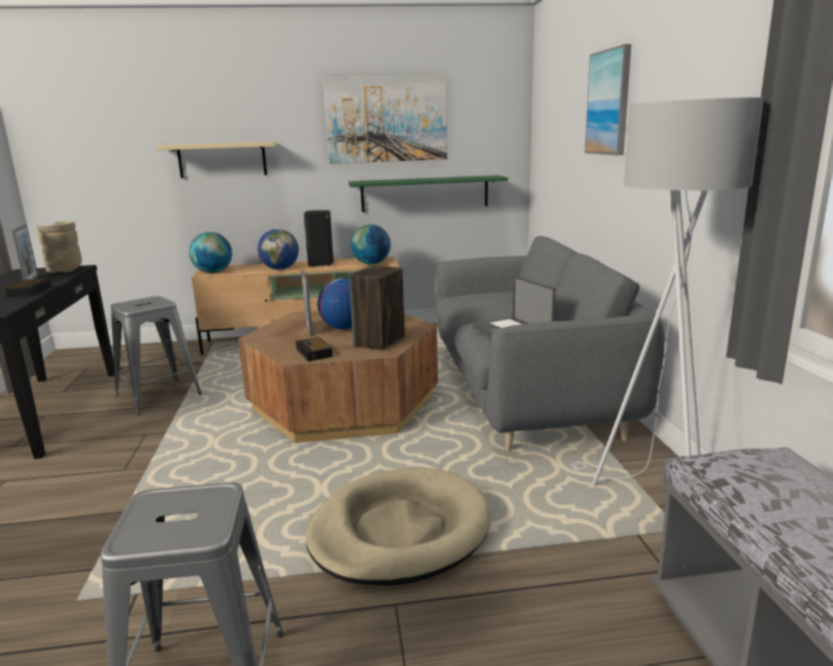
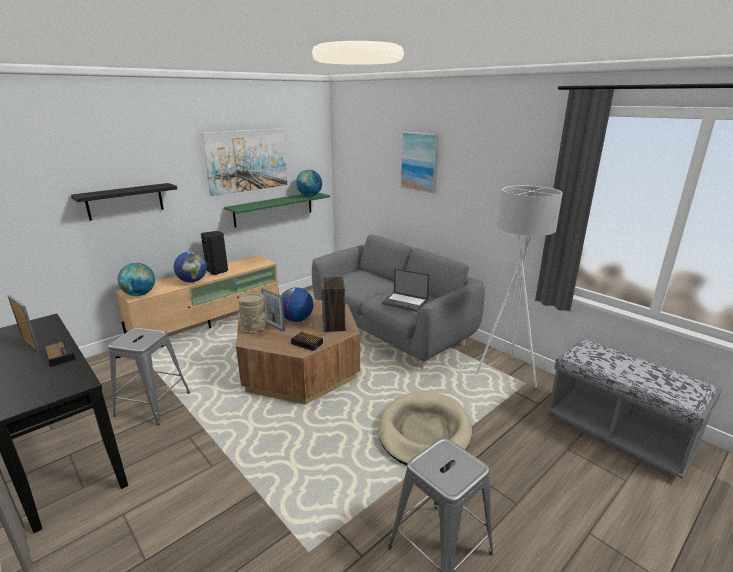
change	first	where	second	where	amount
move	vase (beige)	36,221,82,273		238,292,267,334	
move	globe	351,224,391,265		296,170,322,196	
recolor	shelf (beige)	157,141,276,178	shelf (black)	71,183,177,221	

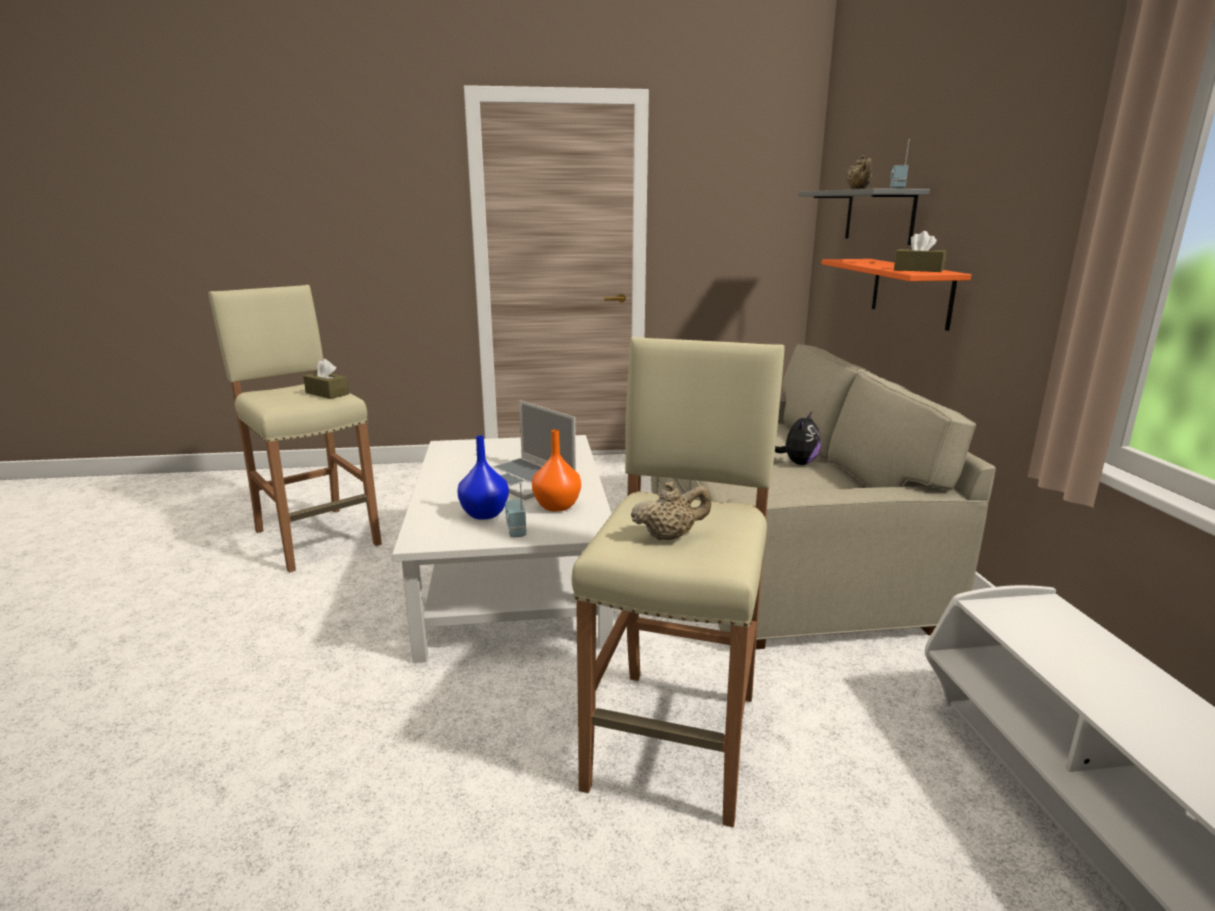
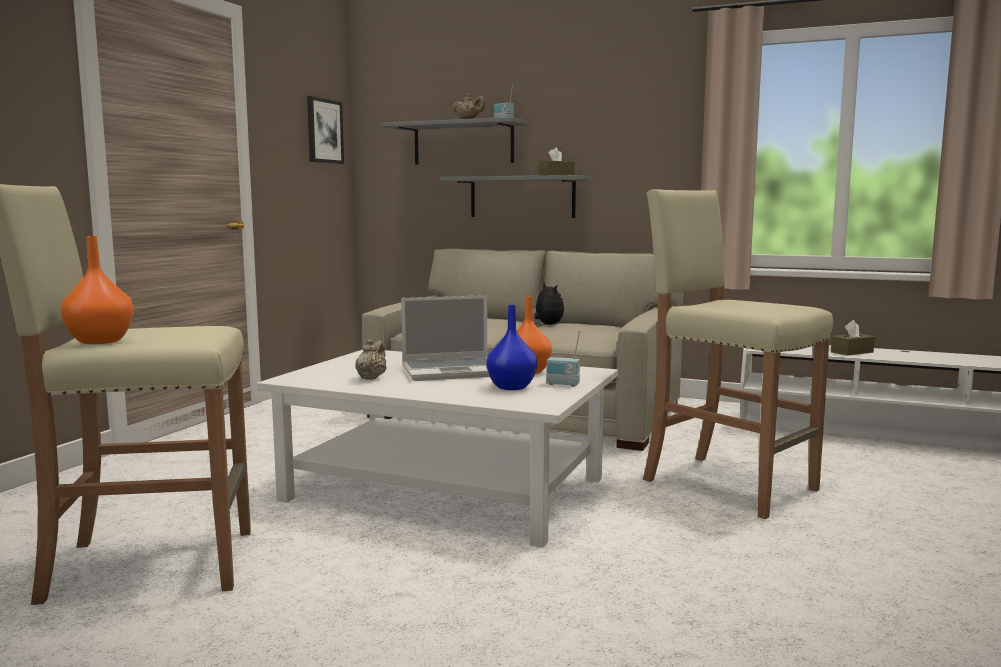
change	first	where	second	where	amount
insert			vase (orange)	61,236,133,344	
insert			picture	307,96,344,164	
move	tissue box (brown)	303,359,349,399		831,320,875,355	
move	teapot (beige)	631,481,711,540		355,339,387,380	
recolor	shelf (orange)	821,259,971,331	shelf (grey)	440,175,591,218	

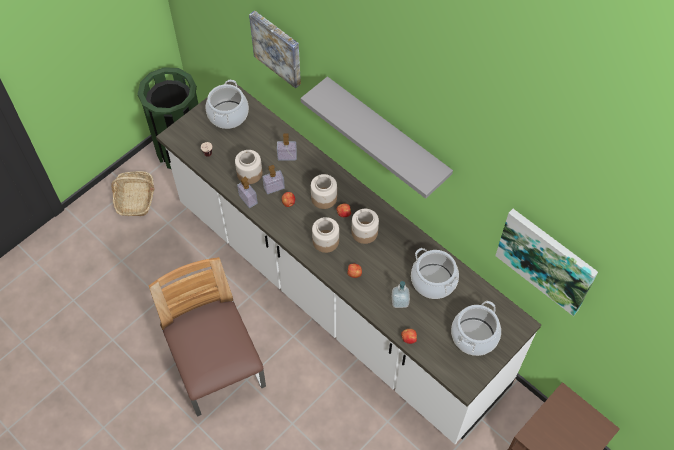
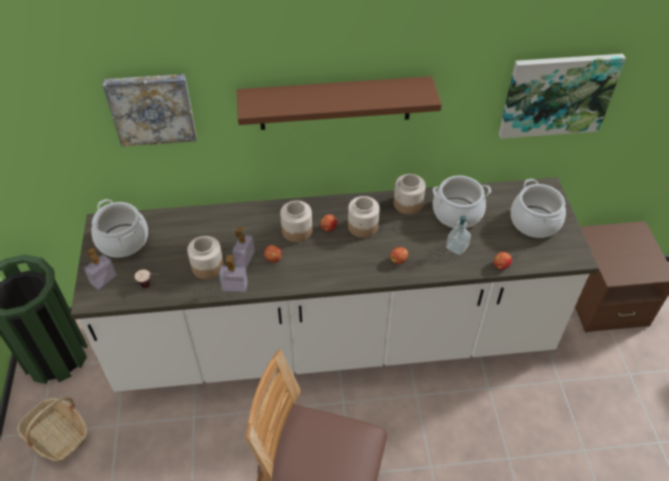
change	first	where	second	where	amount
move	soap dispenser	277,134,297,160		84,248,117,290	
move	jar	312,217,339,253		394,174,426,214	
recolor	shelf (grey)	301,76,453,199	shelf (brown)	237,76,442,130	

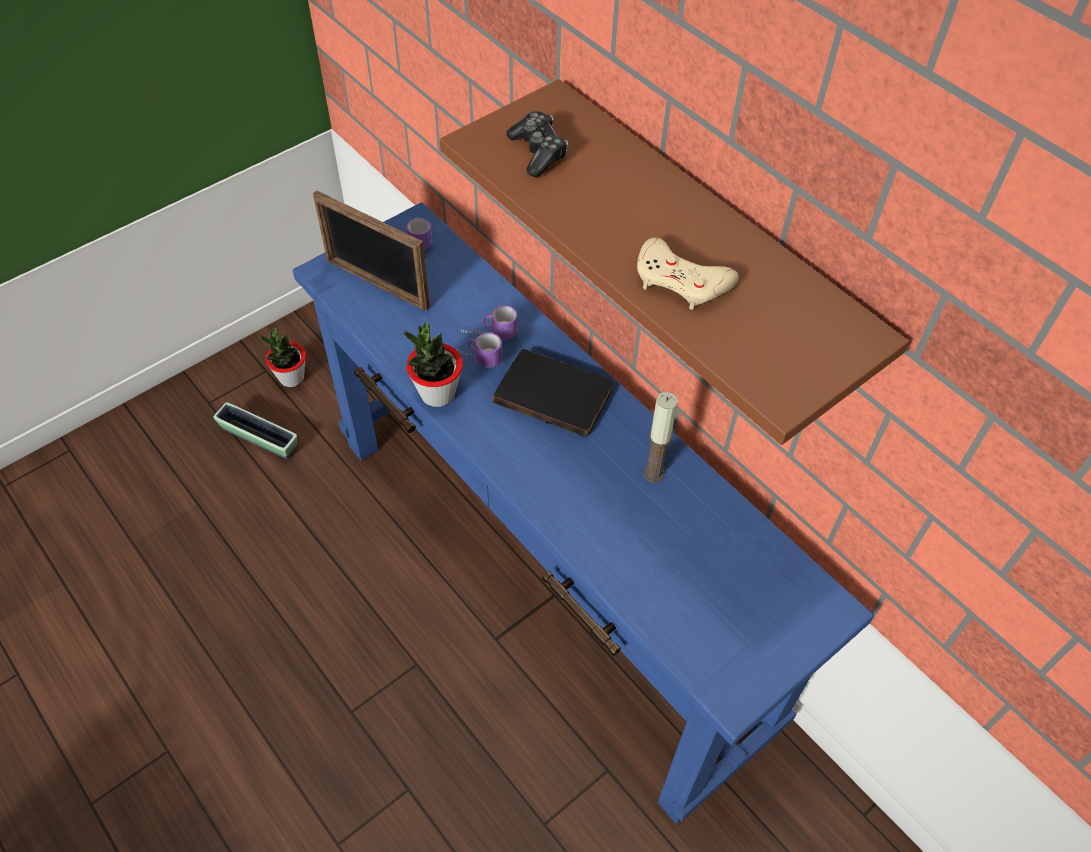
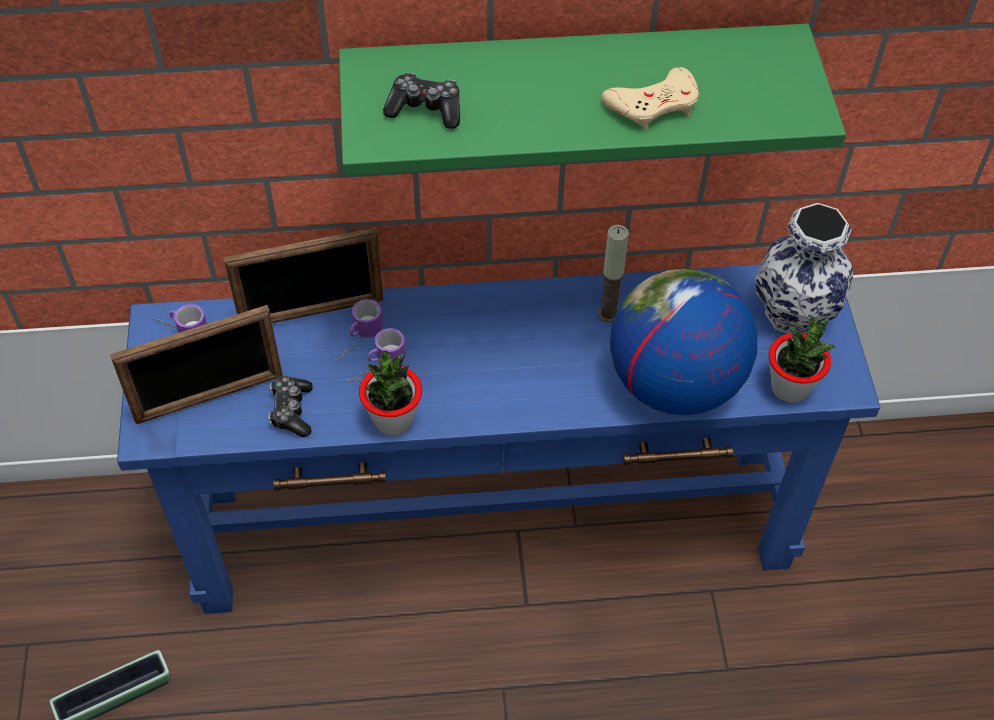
change	first	where	second	where	amount
delete	book (black)	492,349,612,438			
insert			picture frame	224,227,383,323	
insert			game controller	268,376,313,437	
insert			globe	610,269,757,415	
insert			vase	755,203,853,334	
move	potted plant	259,328,306,387		769,317,835,403	
recolor	shelf (brown)	440,79,909,445	shelf (green)	339,24,846,176	

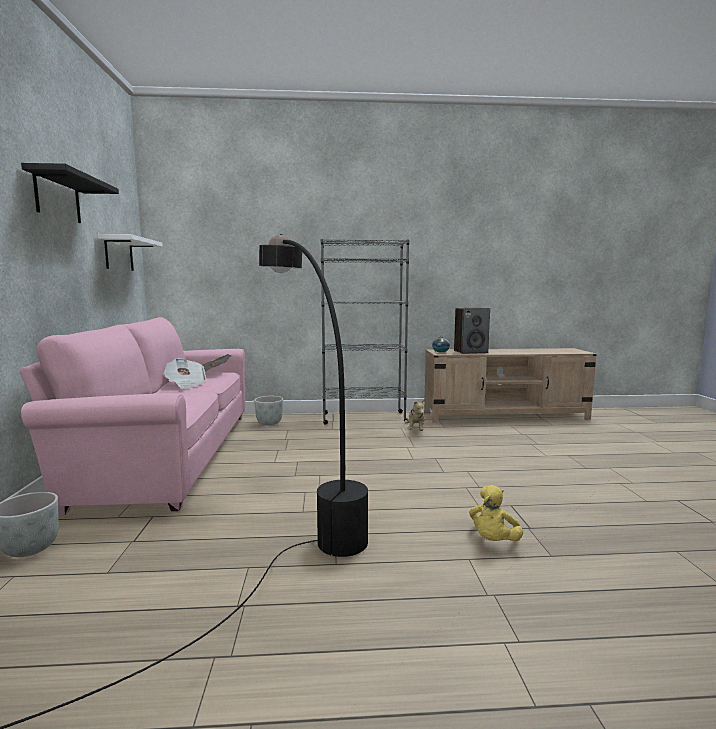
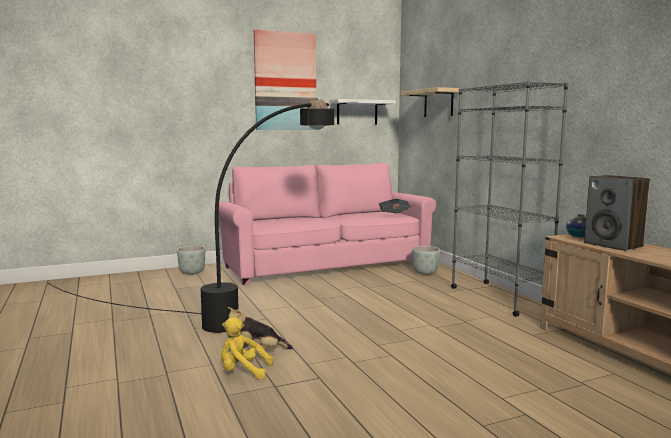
change	first	where	second	where	amount
delete	newspaper	163,358,206,389			
insert			shelf (beige)	401,87,459,117	
move	plush toy	404,400,425,431		228,307,293,349	
replace	shelf (black)	21,163,119,223	picture	254,29,316,130	

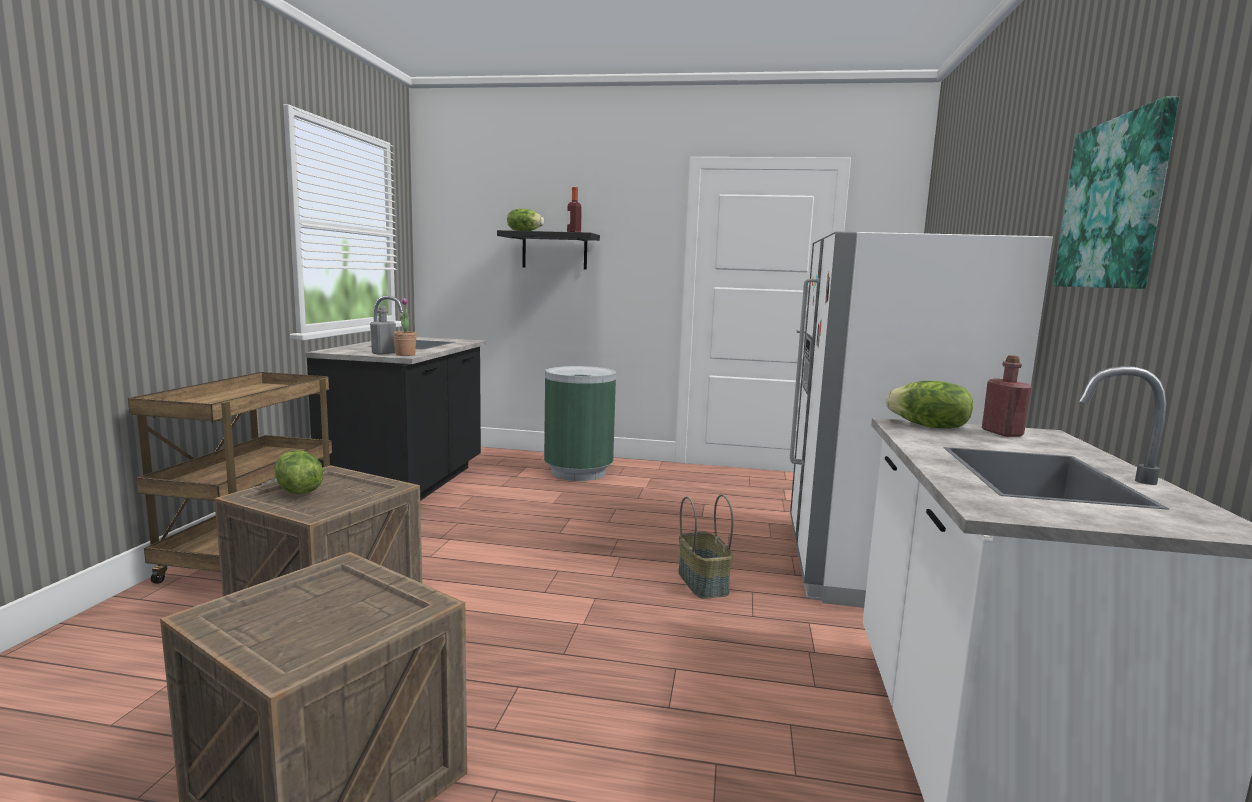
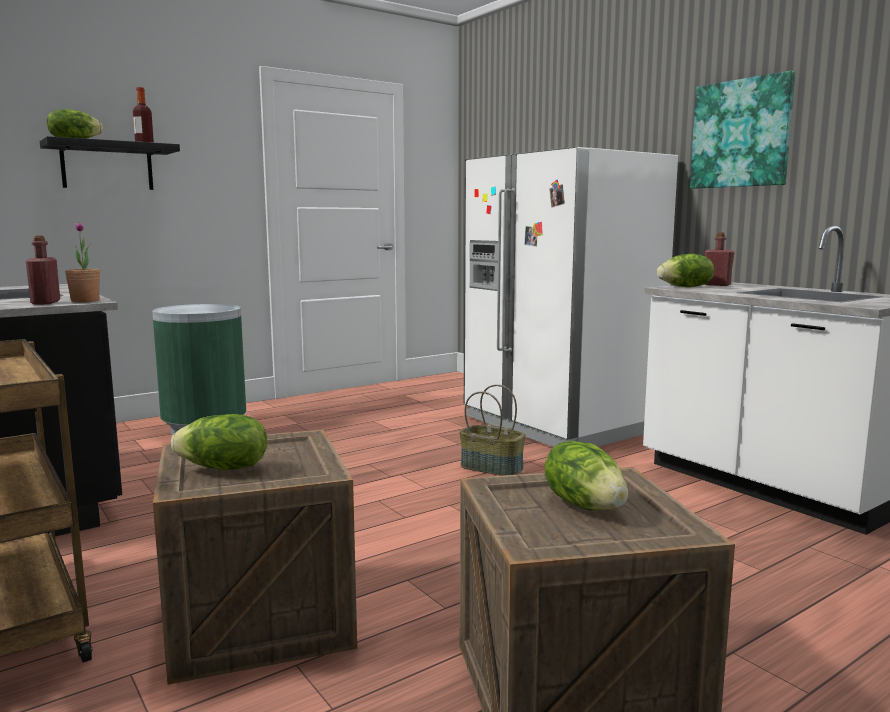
change	first	where	second	where	amount
insert			lettuce	545,441,628,511	
recolor	bottle (grey)	370,306,396,355	bottle (red)	26,236,60,305	

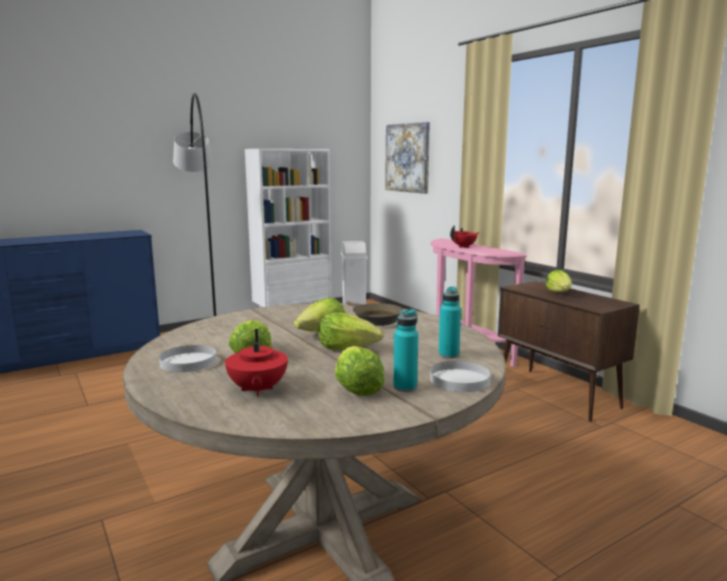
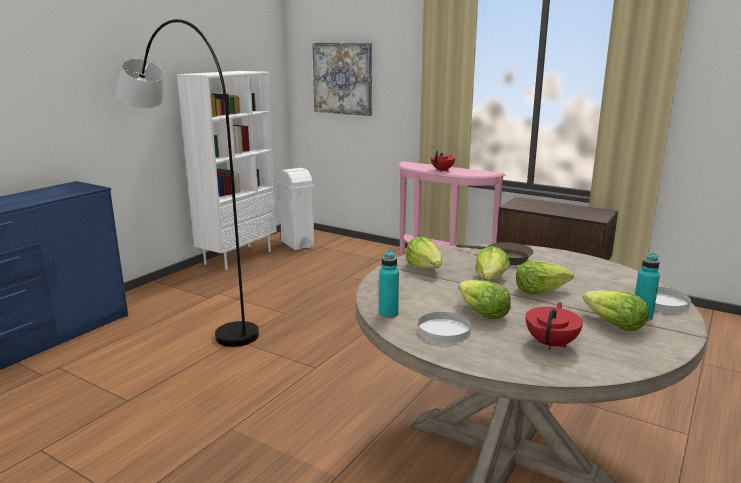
change	first	where	second	where	amount
move	bottle (turquoise)	439,287,461,359		379,251,399,318	
move	lettuce	546,270,572,292		406,237,442,269	
rotate	teapot (red)	225,329,288,397		526,302,583,350	120 degrees counterclockwise

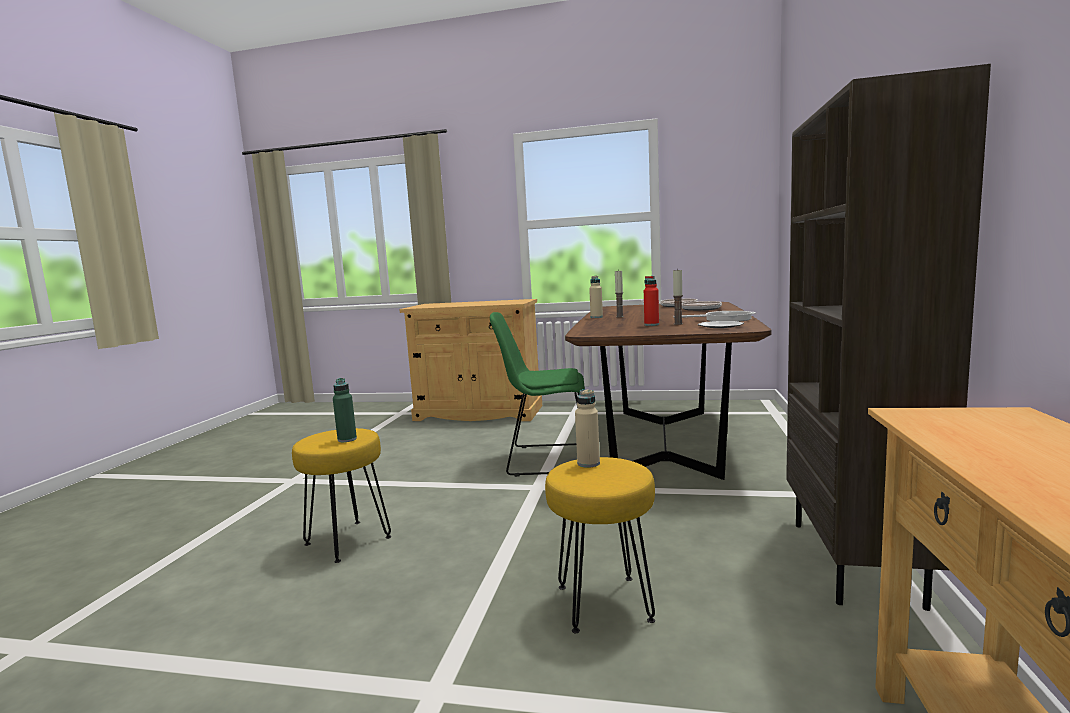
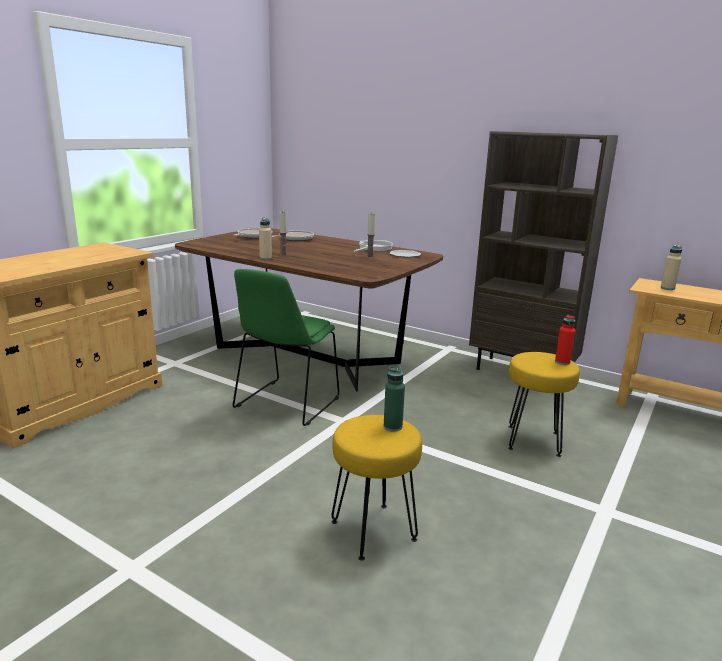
change	first	where	second	where	amount
move	bottle (beige)	575,389,600,468		661,245,682,290	
move	bottle (red)	644,276,659,326		555,315,575,365	

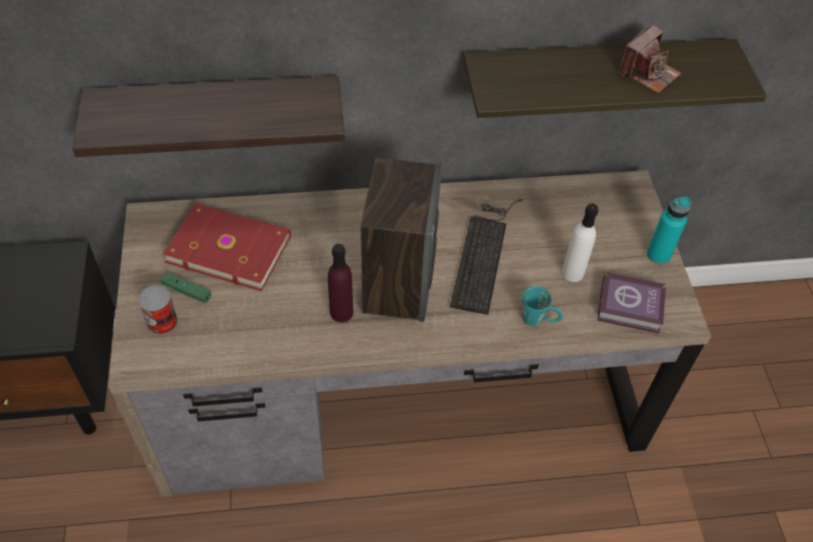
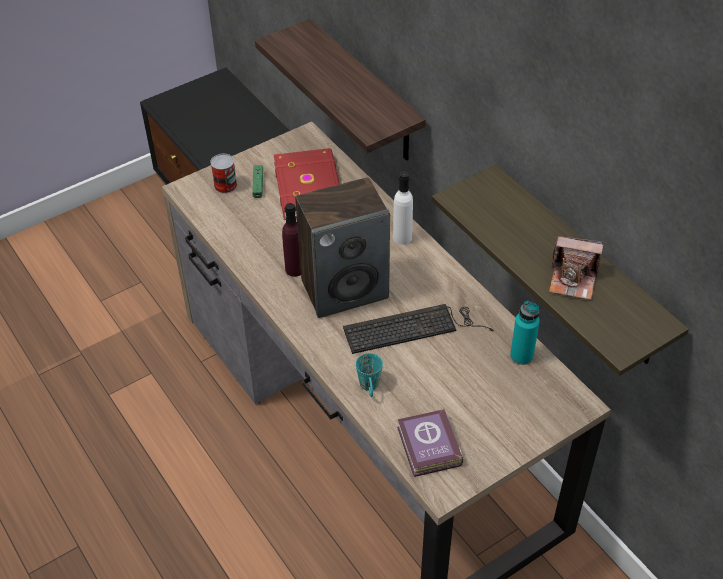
change	first	where	second	where	amount
move	bottle (white)	562,203,599,282		393,171,413,245	
move	bottle (turquoise)	647,197,692,264		510,300,540,365	

